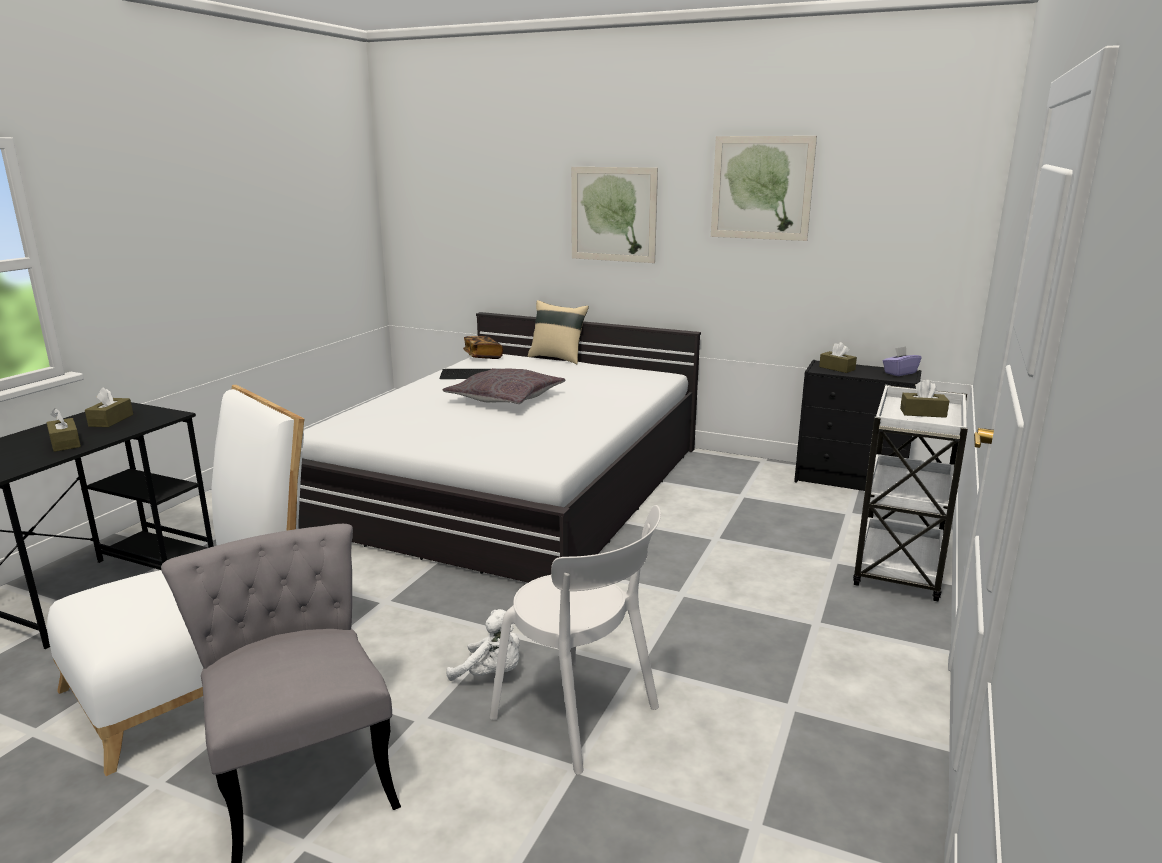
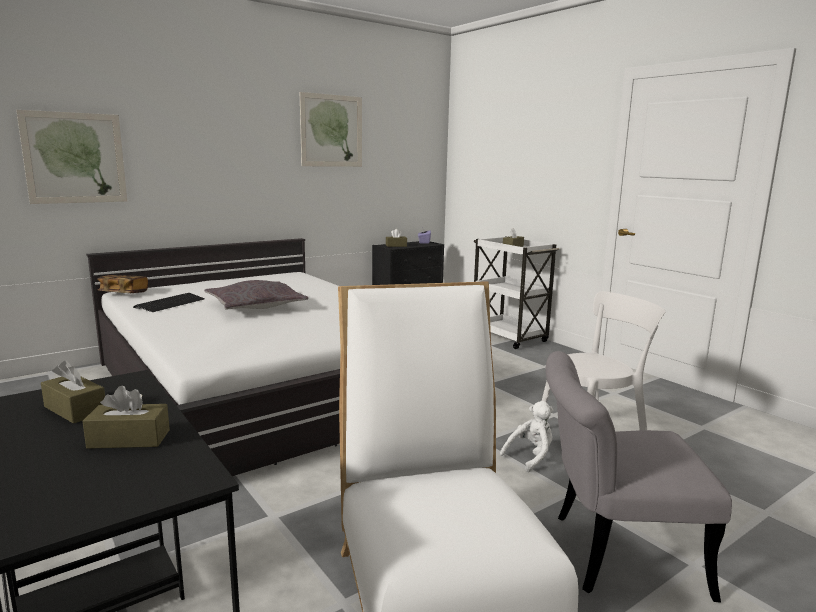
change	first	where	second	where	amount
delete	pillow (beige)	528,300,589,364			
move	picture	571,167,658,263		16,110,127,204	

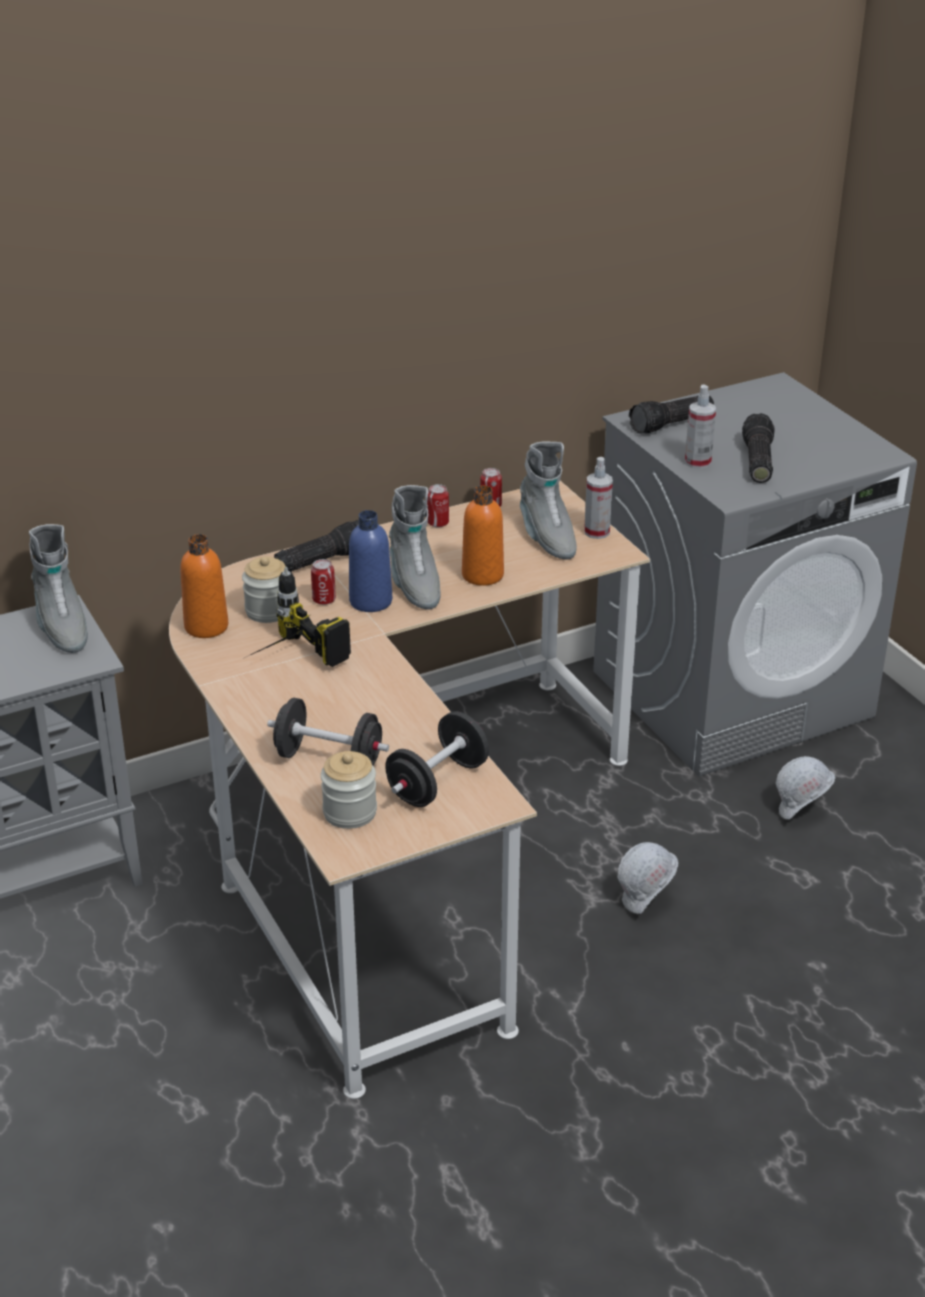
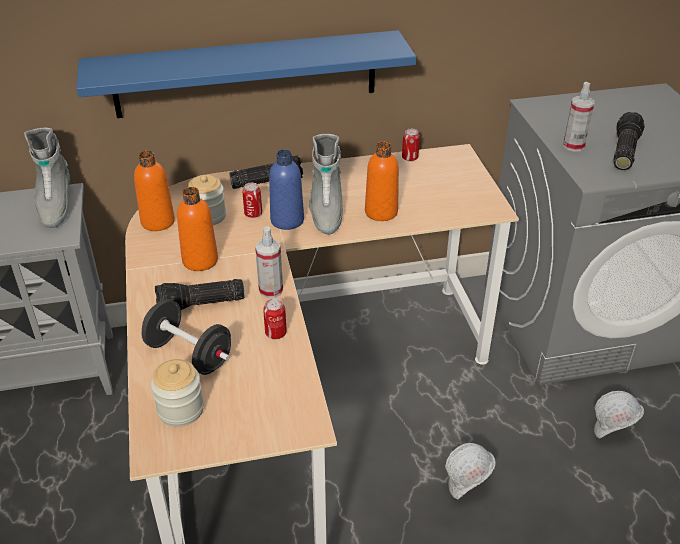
change	first	where	second	where	amount
delete	dumbbell (black)	385,711,489,807			
delete	boot (grey)	520,441,577,560			
insert			shelf (blue)	76,30,416,118	
move	can	427,484,449,527		263,298,287,339	
move	spray bottle	584,457,613,539		255,227,283,298	
move	flashlight	629,395,714,434		155,279,244,310	
replace	power drill	242,567,351,667	bottle (orange)	177,187,218,271	

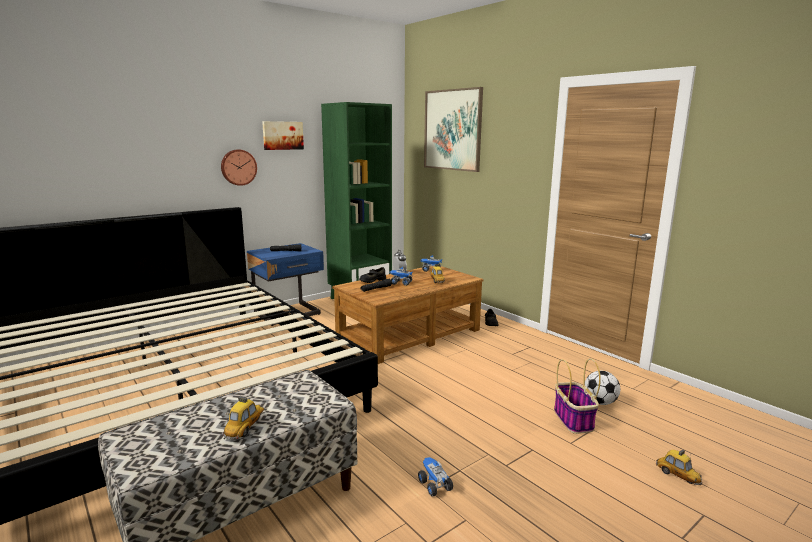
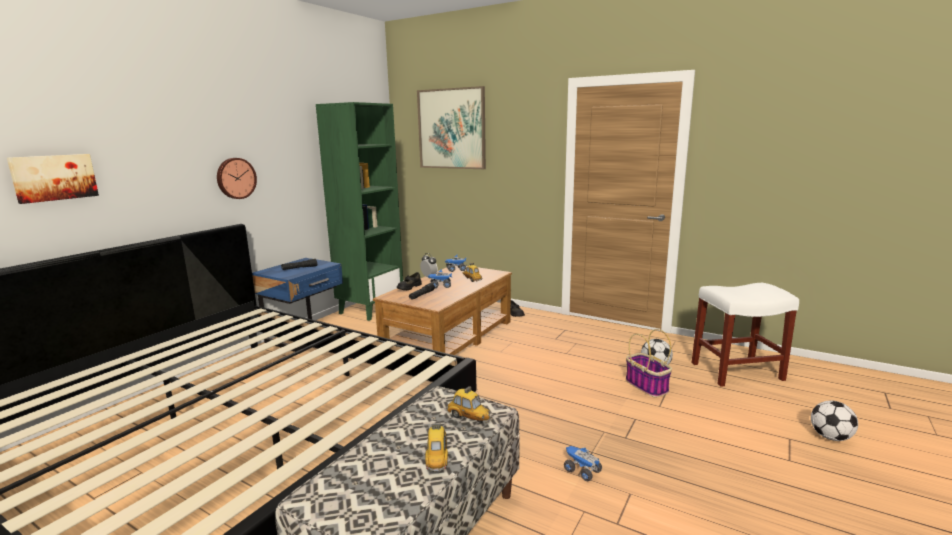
change	first	where	second	where	amount
insert			stool (white)	692,283,799,387	
insert			football	811,400,858,441	
move	picture	262,121,304,150		7,154,99,204	
move	toy car	656,450,702,485		446,386,491,423	

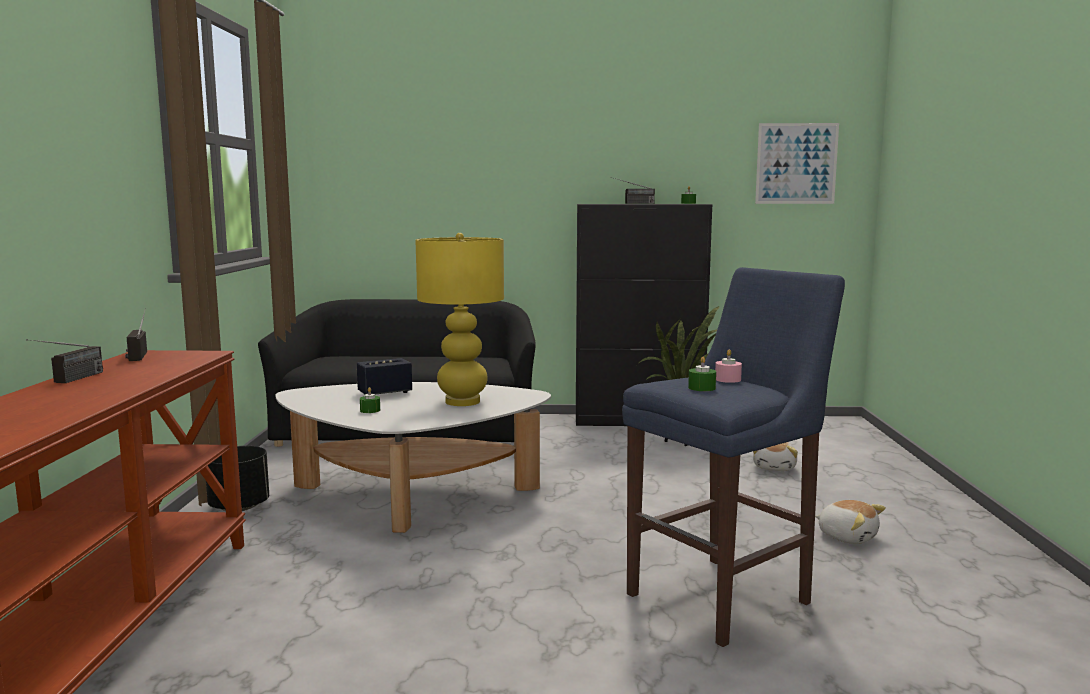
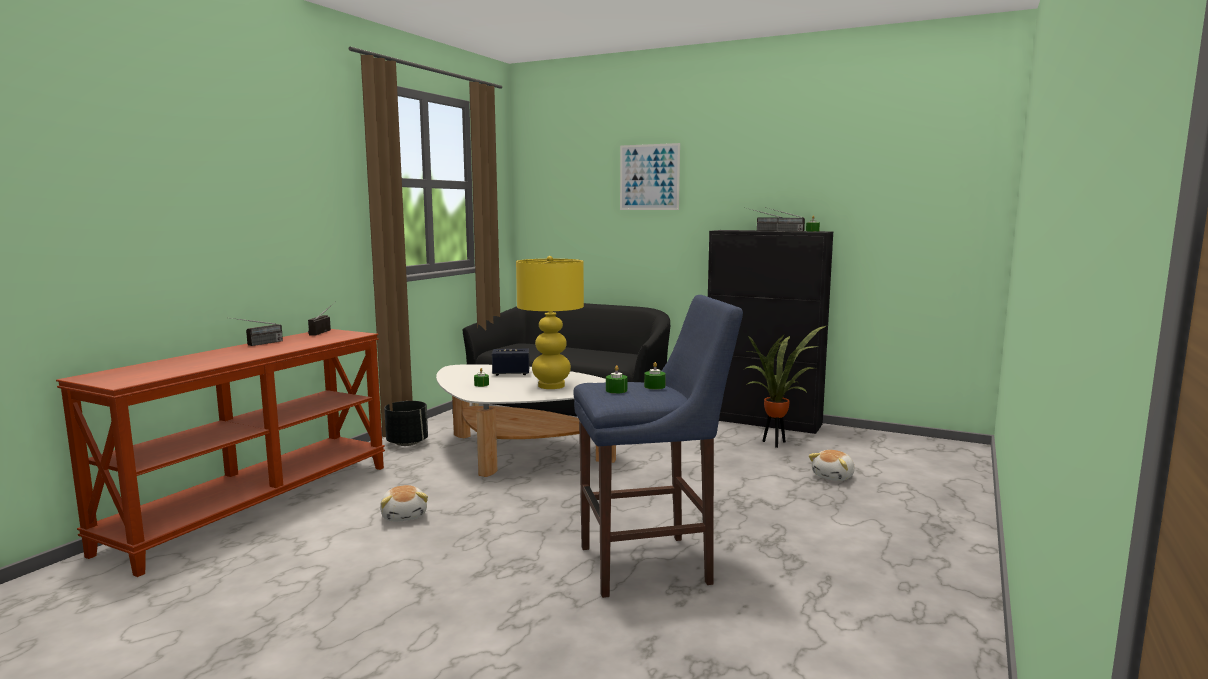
change	first	where	second	where	amount
insert			radio	769,208,805,232	
move	picture	755,123,839,204		620,143,680,210	
move	plush toy	815,500,886,544		380,485,428,522	
recolor	candle (pink)	715,349,742,383	candle (green)	644,362,666,389	

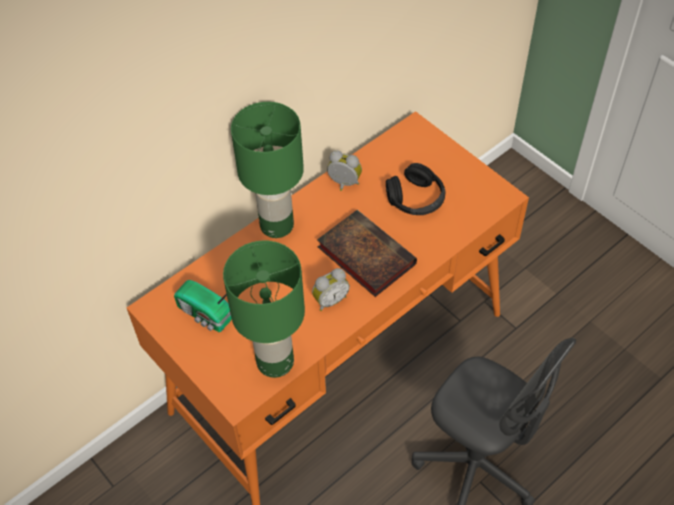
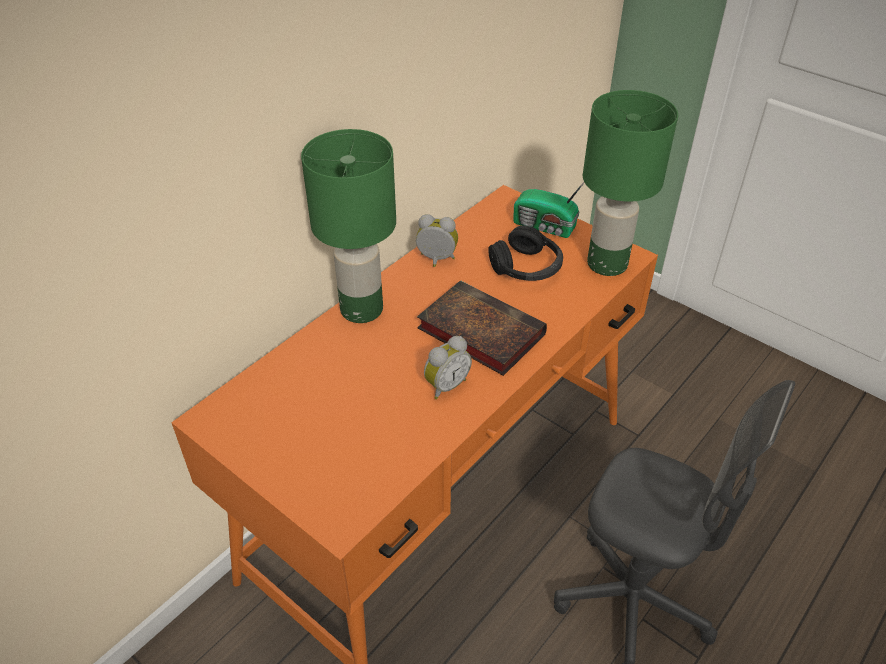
change	first	where	second	where	amount
move	radio	174,280,232,332		513,182,584,238	
move	table lamp (green)	223,241,305,378		583,90,678,276	

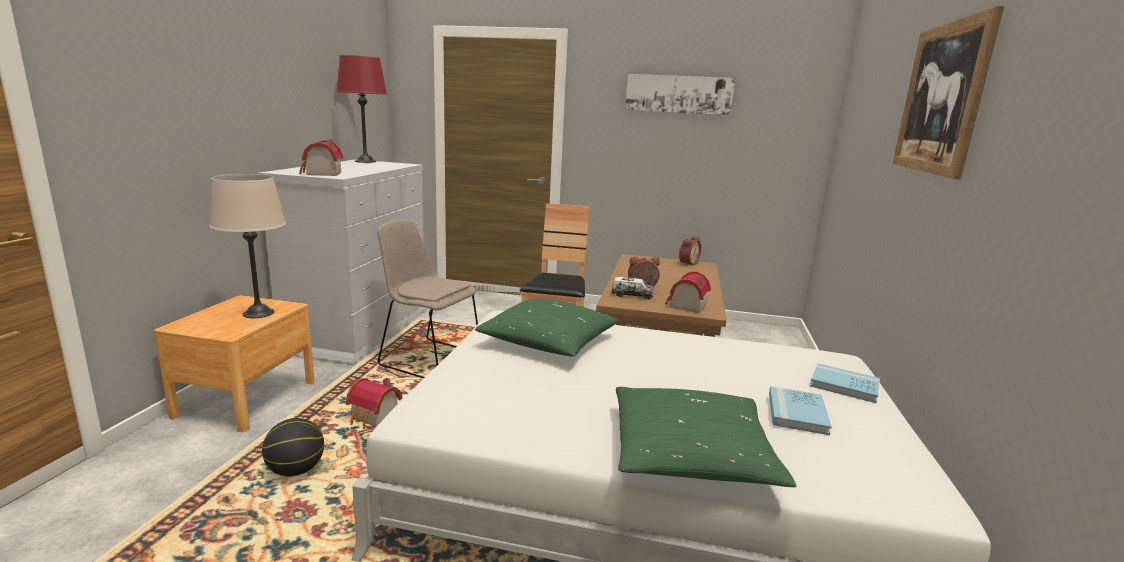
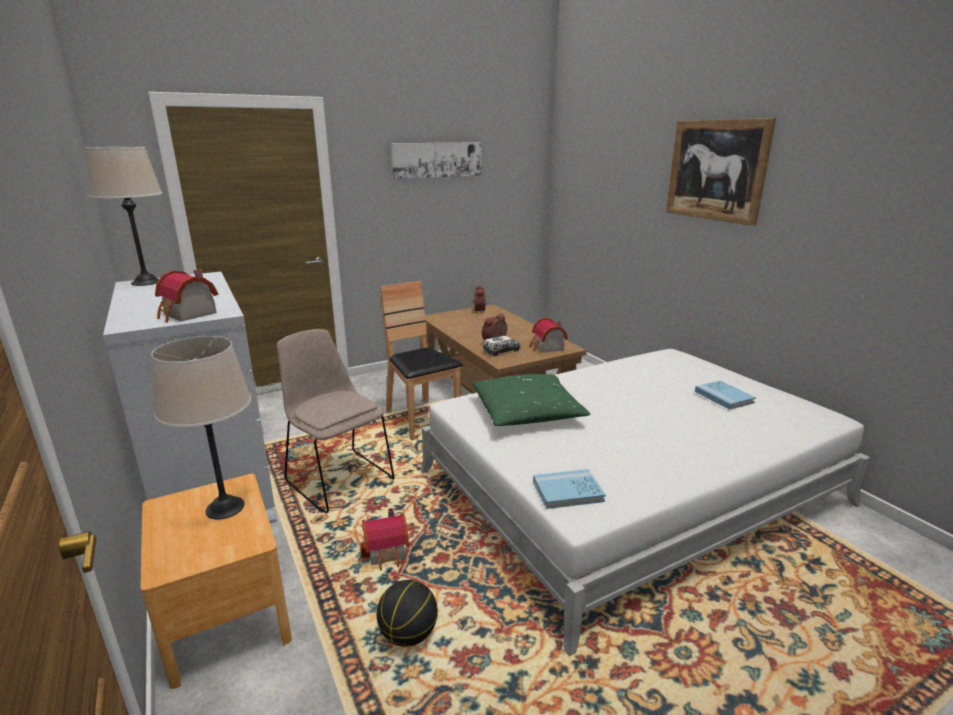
change	first	where	second	where	amount
delete	pillow (green)	616,387,796,487			
move	book (blue)	810,363,880,403		533,469,606,509	
recolor	table lamp (red)	336,55,387,163	table lamp (beige)	85,147,162,286	
rotate	chair (beige)	377,220,478,379		277,329,394,513	60 degrees clockwise

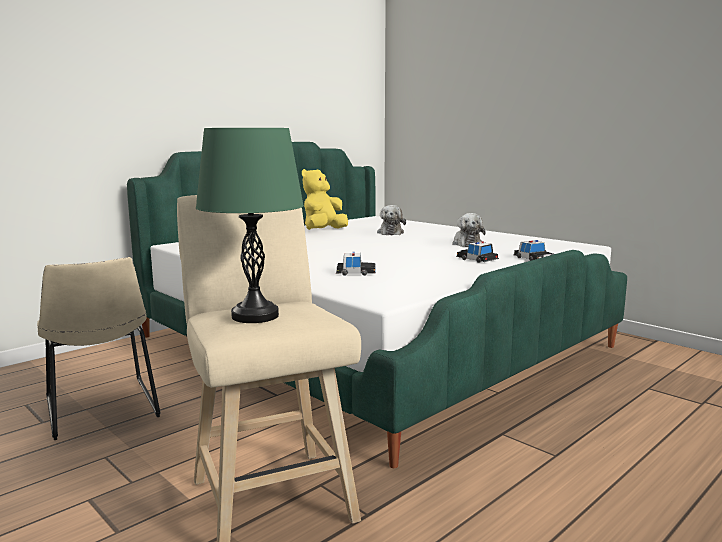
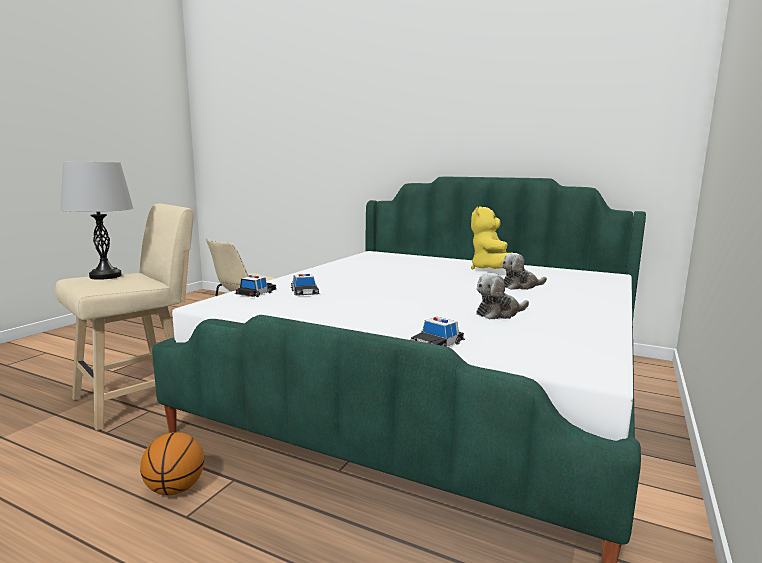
change	first	where	second	where	amount
insert			basketball	140,432,205,495	
move	toy car	456,241,499,263		235,275,276,297	
recolor	table lamp (green)	196,128,304,323	table lamp (grey)	60,162,134,280	
rotate	plush toy (yellow)	302,169,348,230		471,206,513,270	90 degrees counterclockwise

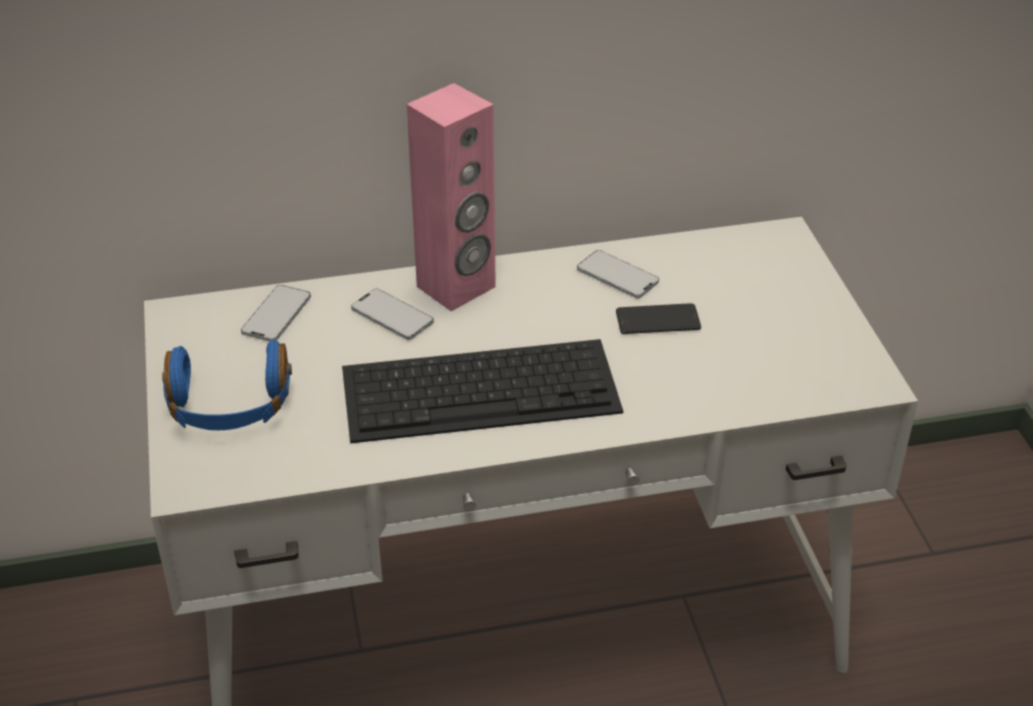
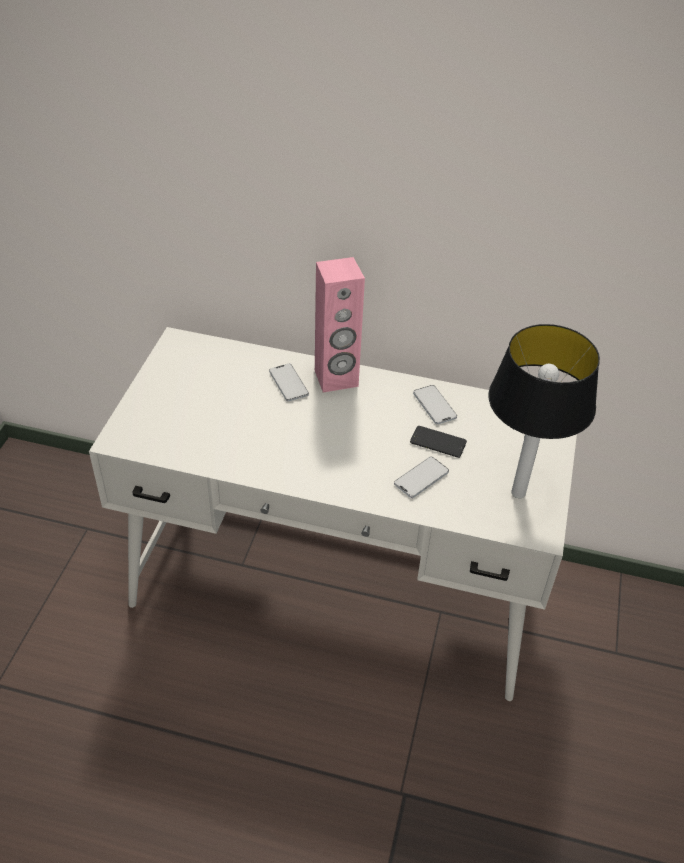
change	first	where	second	where	amount
delete	headphones (blue)	162,340,292,430			
delete	keyboard	342,339,623,443			
insert			table lamp	488,324,600,498	
move	phone	241,285,311,341		394,457,449,498	

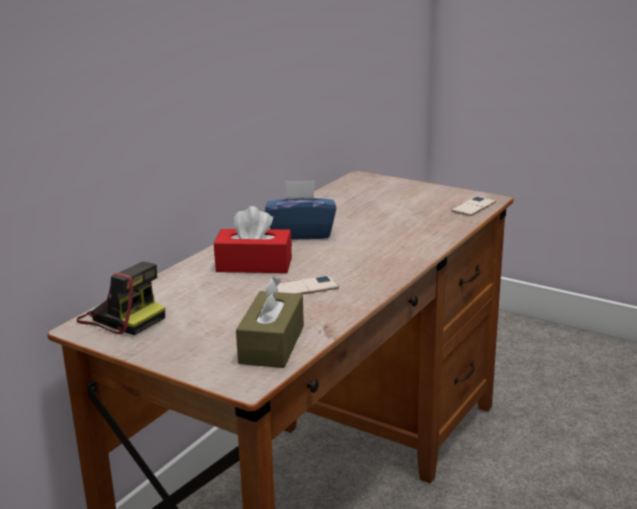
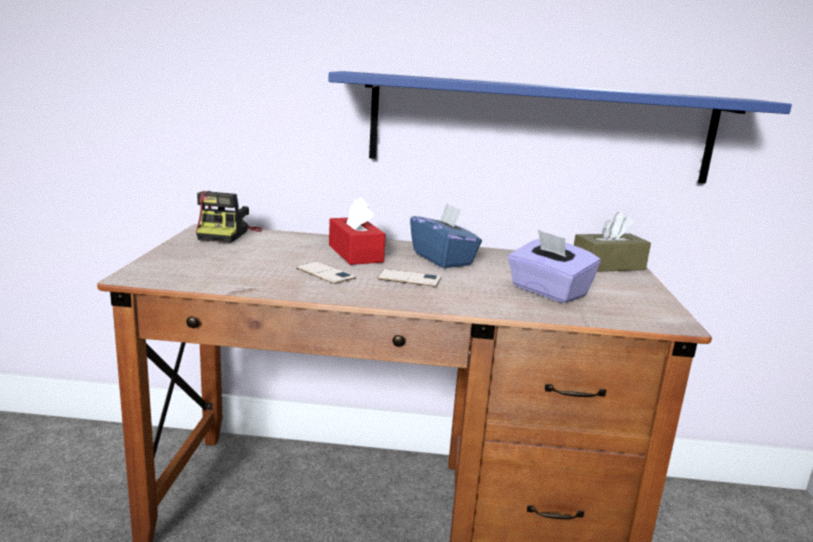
change	first	where	second	where	amount
insert			shelf (blue)	328,71,792,184	
insert			tissue box (purple)	508,230,601,303	
move	tissue box (brown)	236,276,304,368		574,212,651,272	
move	phone	451,196,496,216		377,269,441,287	

